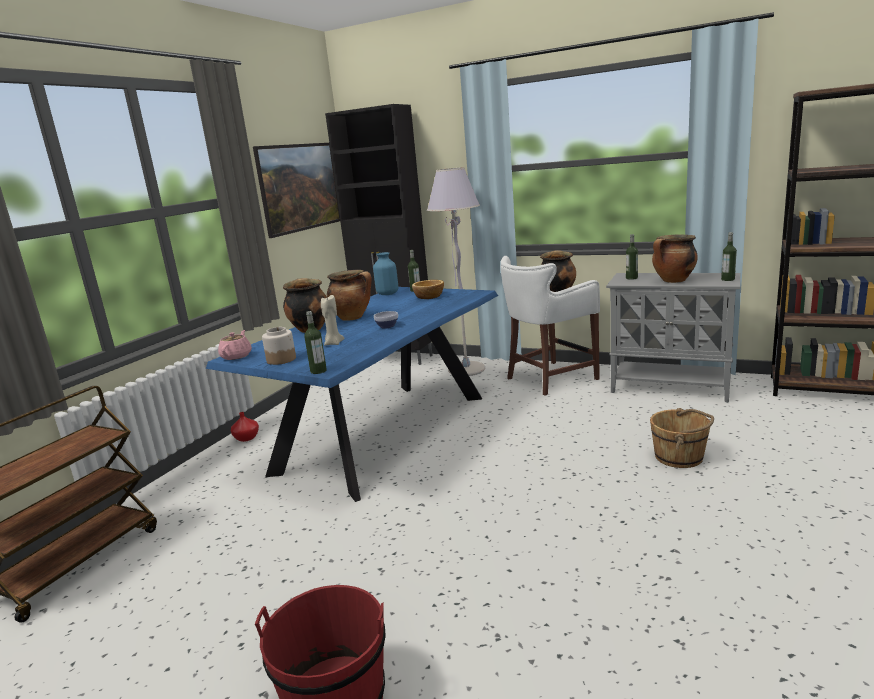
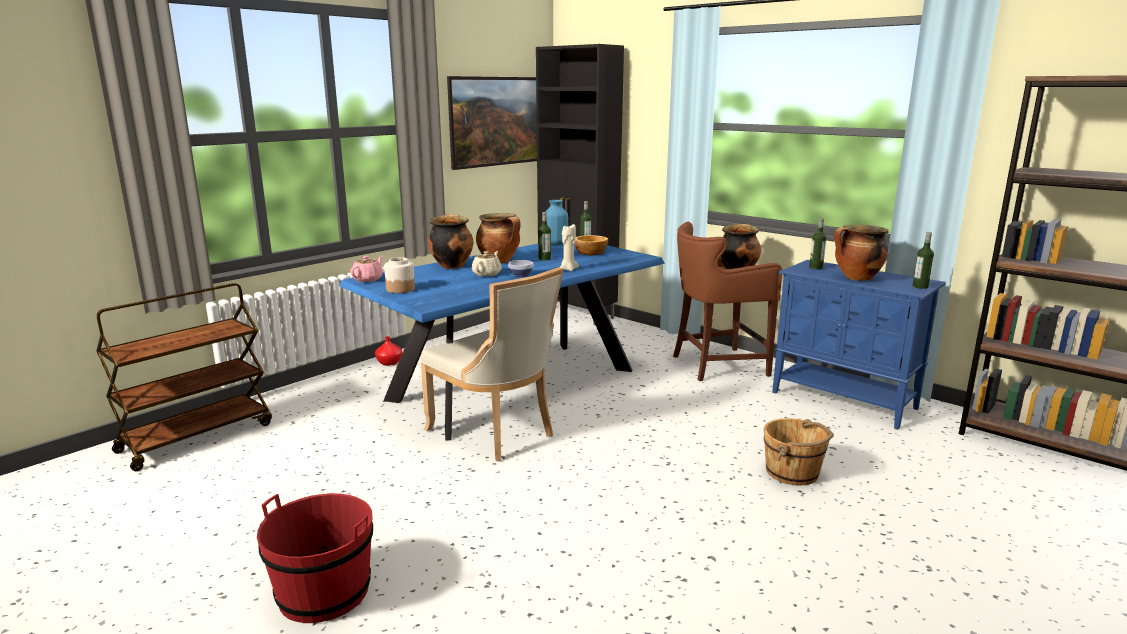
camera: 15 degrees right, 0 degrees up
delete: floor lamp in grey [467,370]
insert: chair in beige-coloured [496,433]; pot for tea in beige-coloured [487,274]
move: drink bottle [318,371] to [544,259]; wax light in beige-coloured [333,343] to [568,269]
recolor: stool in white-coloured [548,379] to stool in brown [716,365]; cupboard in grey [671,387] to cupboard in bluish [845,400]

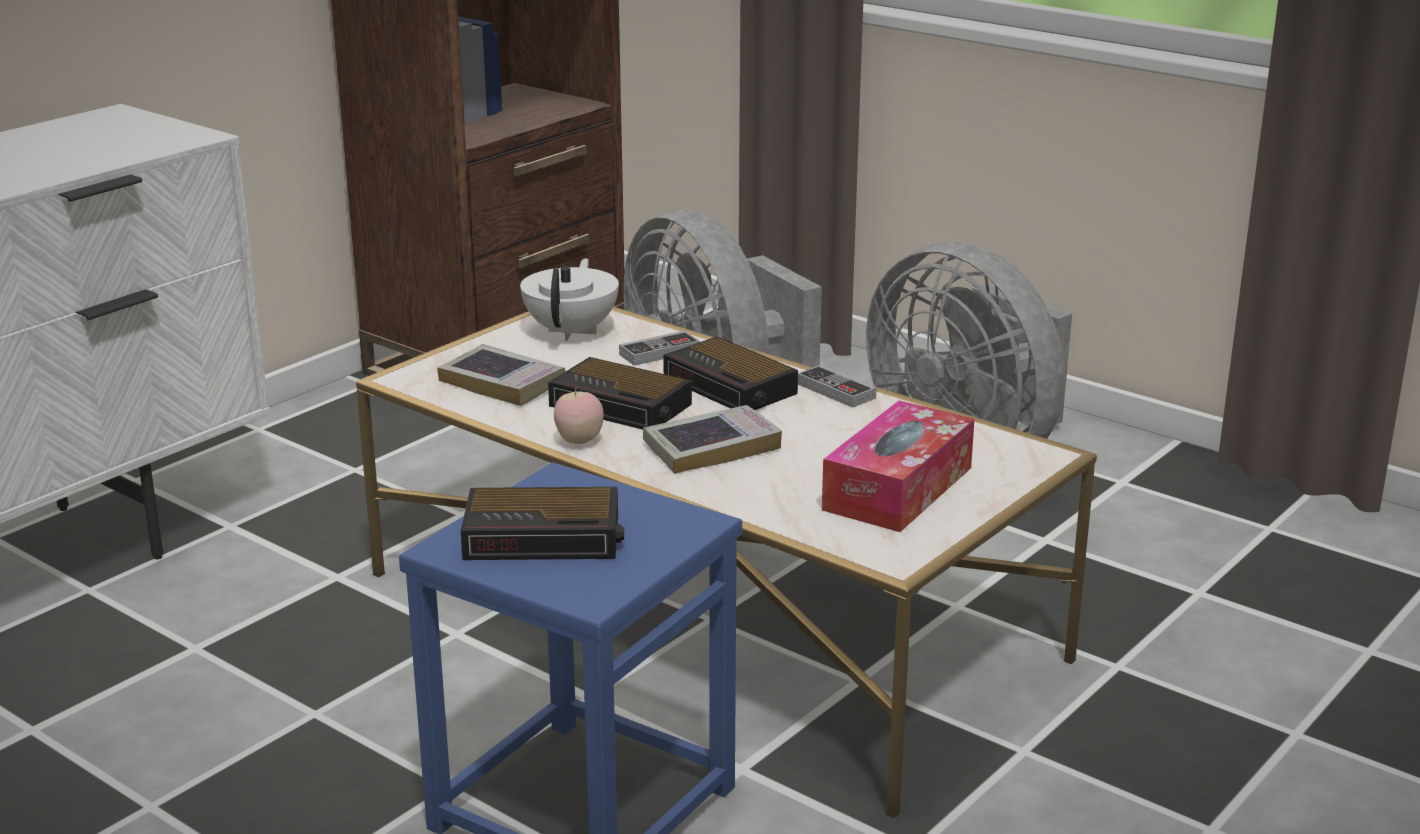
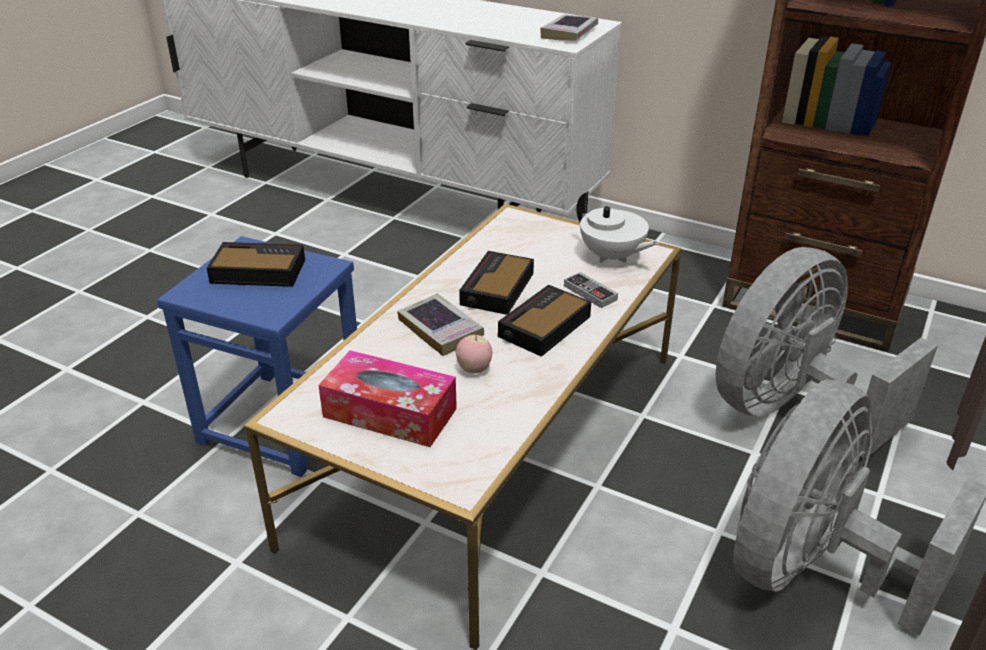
camera: 80 degrees right, 10 degrees up
delete: joypad [836,391]
move: bound book [502,383] to [569,33]; apple [579,441] to [474,369]
rotate: table clock [546,536] = [256,271] 105 degrees clockwise; pot for tea in white-coloured [572,331] = [612,257] 45 degrees clockwise

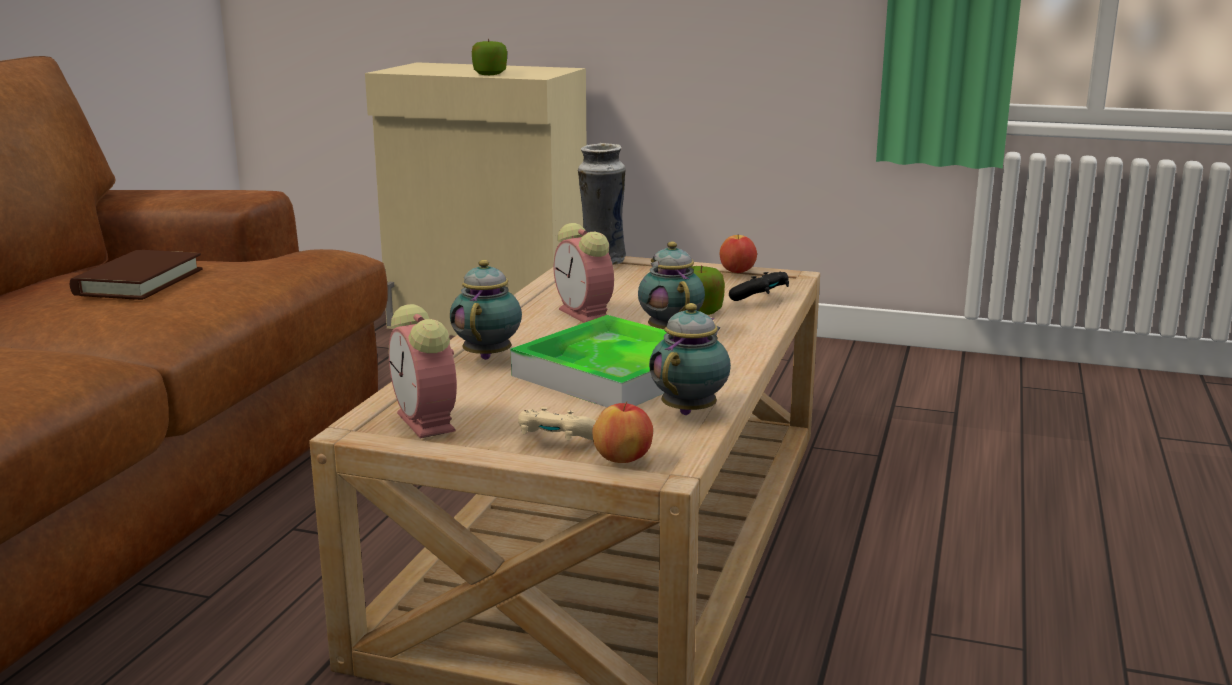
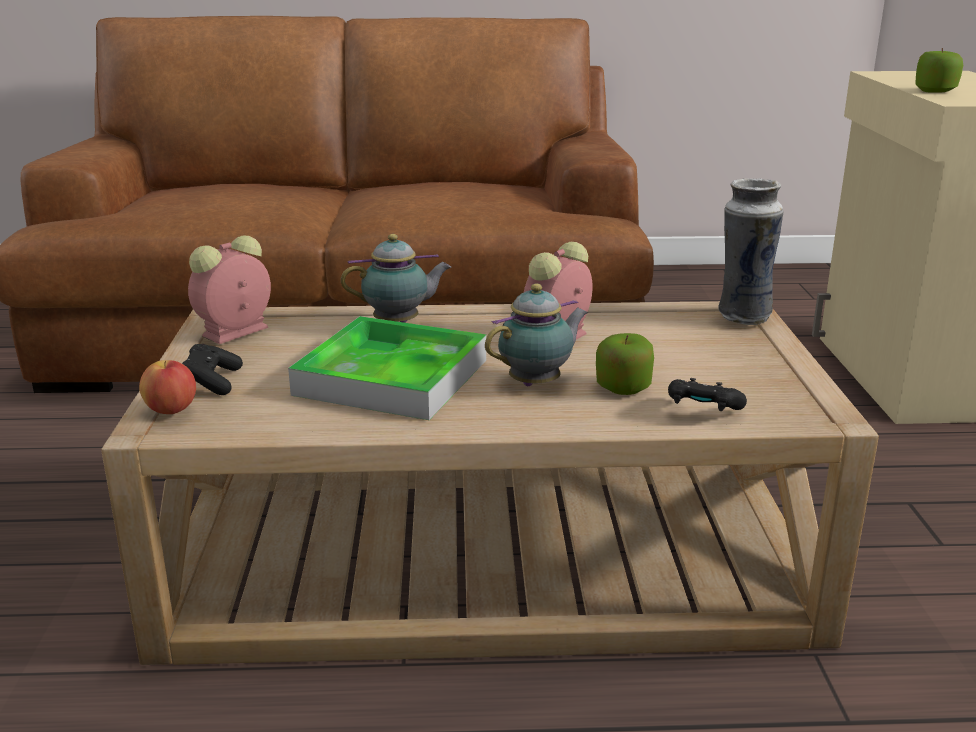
camera: 70 degrees right, 5 degrees up
delete: bound book in brown [139,282]; pot for tea [691,410]; apple [737,271]
recolor: joypad in beige-coloured [556,442] to joypad in blackish [212,382]

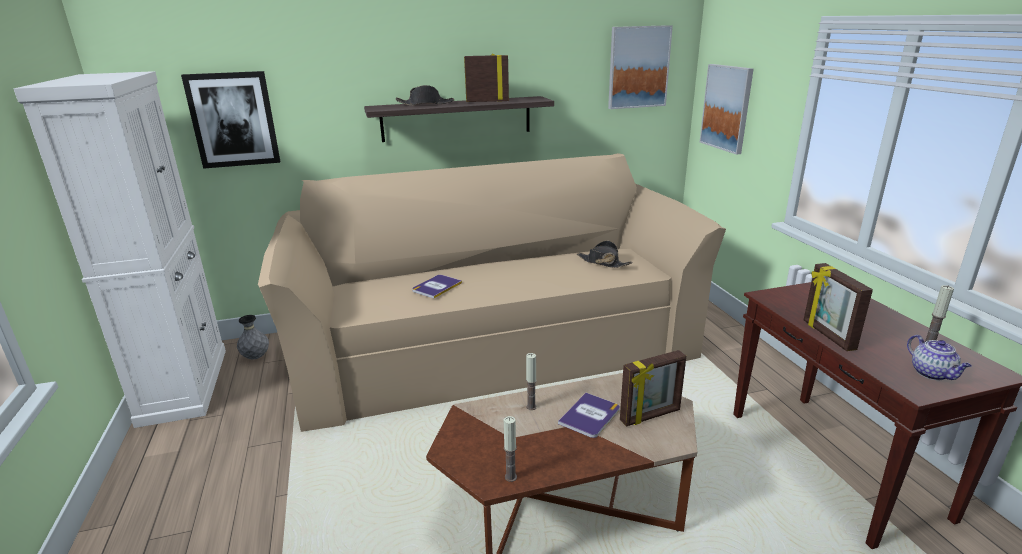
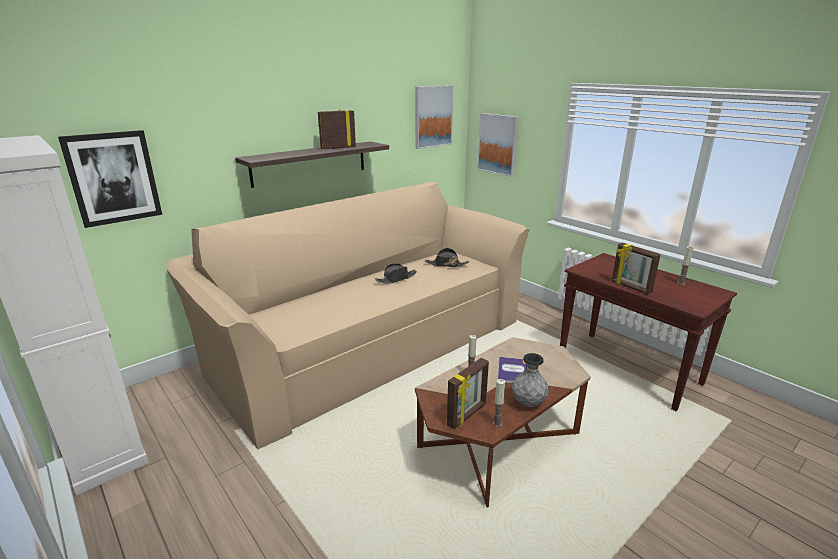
camera: 25 degrees left, 0 degrees up
delete: bound book [436,287]; pot for tea [932,374]
move: flower vase in grey [256,357] to [528,403]; wearable hat in blackish [425,104] to [396,278]; standing frame [650,416] to [467,415]

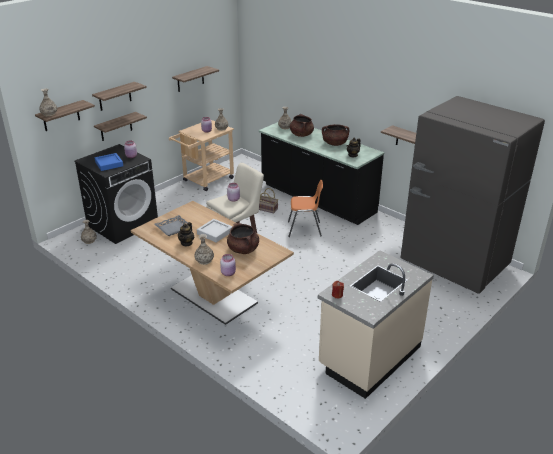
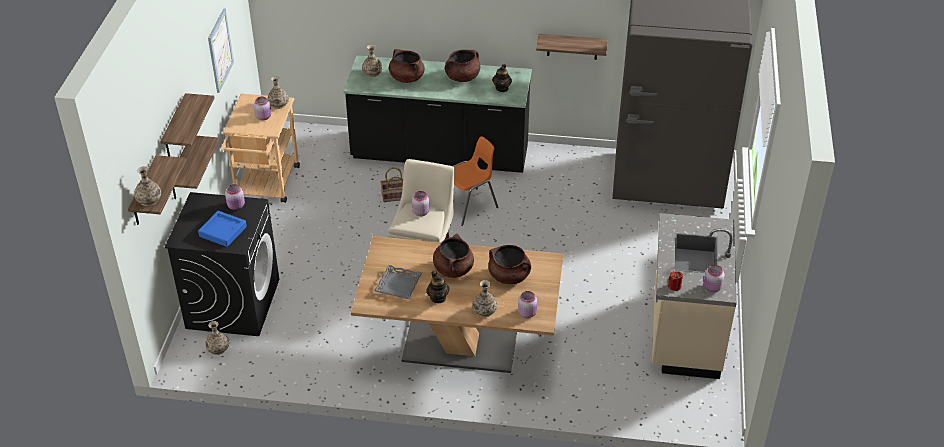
camera: 35 degrees left, 10 degrees up
insert: jar in pink-coloured [712,288]
replace: wall shelf [190,79] to wall art [220,50]; carrying tray in grey [215,233] to saucepot in brown [453,269]

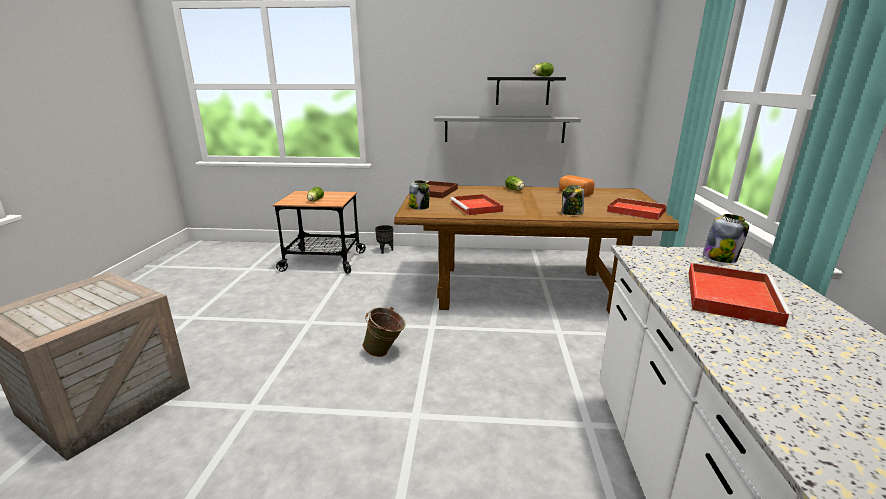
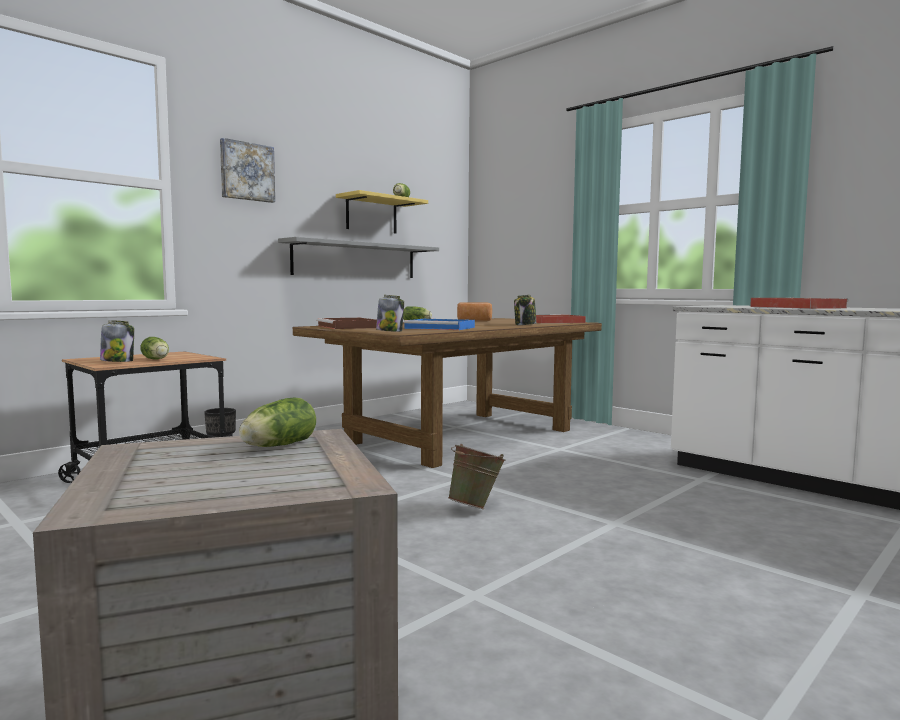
camera: 50 degrees left, 15 degrees down
insert: wall art [246,171]; lettuce [276,446]
move: jar [720,258] to [117,361]
recolor: carrying tray in reddish [477,207] to carrying tray in bluish [441,328]; wall shelf in blackish [522,90] to wall shelf in yellow-coloured [371,215]

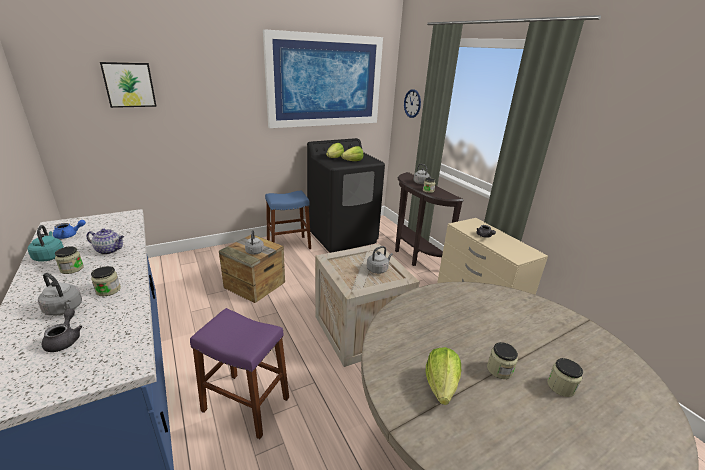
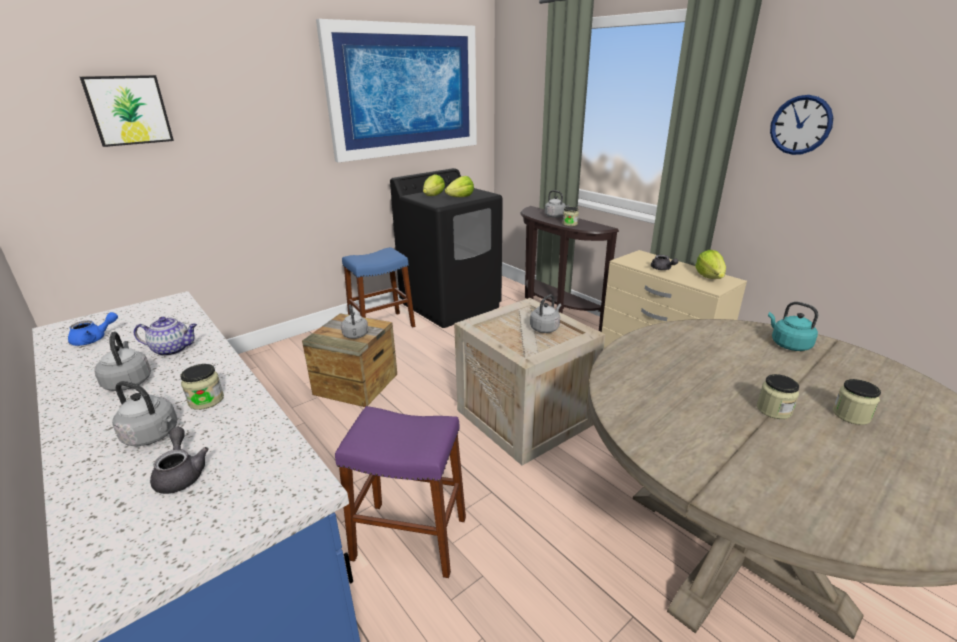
camera: 10 degrees left, 0 degrees up
move: tea kettle in turquoise [49,256] to [788,344]; wall clock [412,103] to [800,125]; lettuce [441,386] to [710,277]
replace: jar [72,269] to tea kettle in grey [128,381]

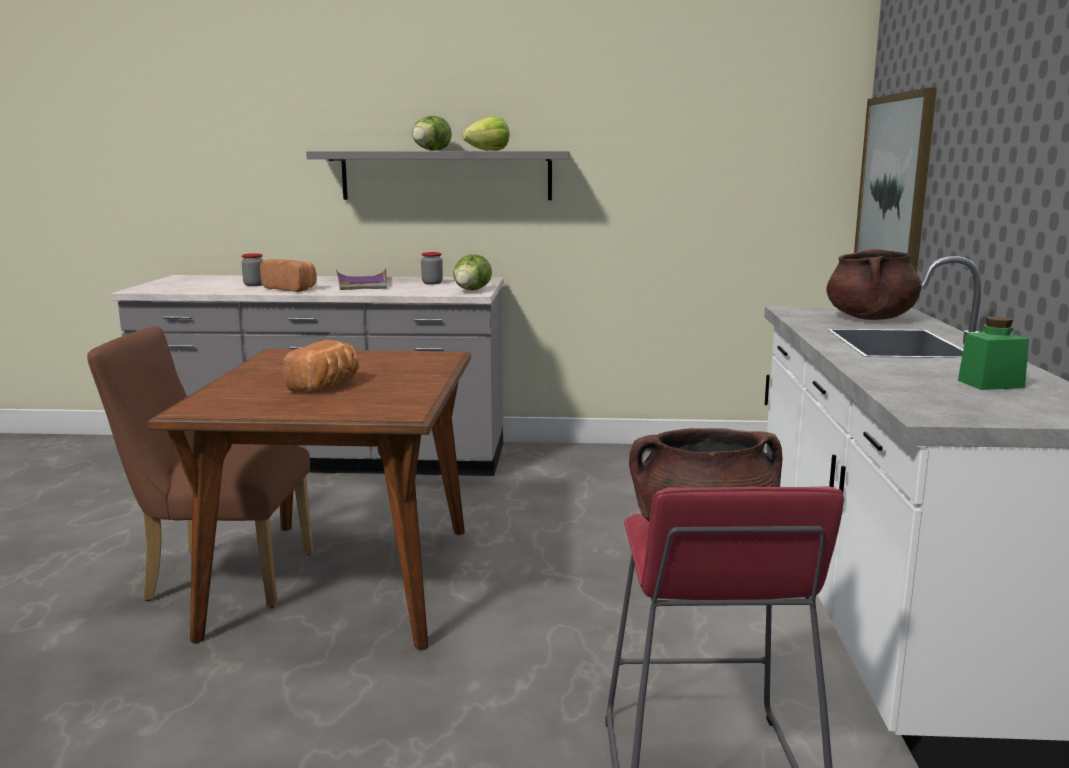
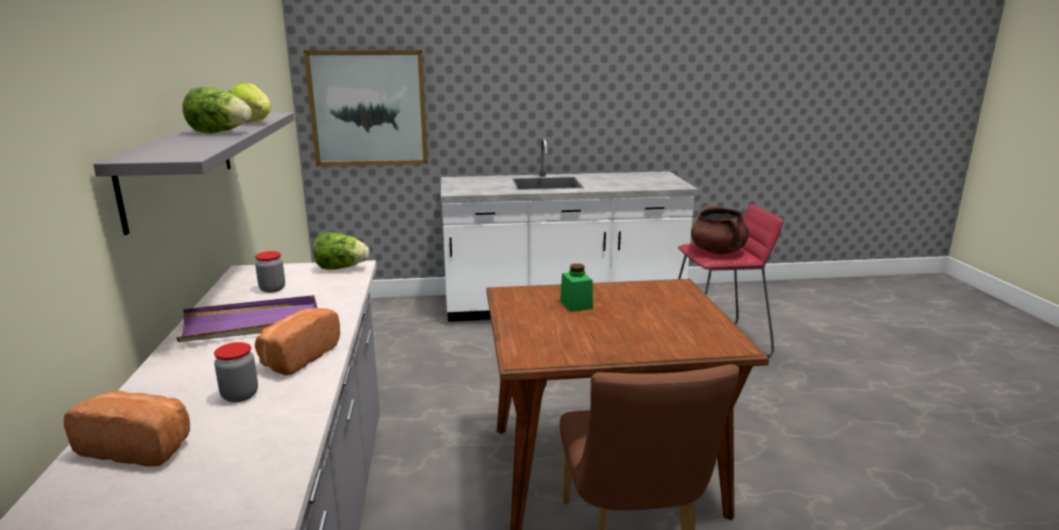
camera: 100 degrees left, 5 degrees up
delete: saucepot in brown [870,318]
move: bread [326,386] to [140,446]; jar in green [990,384] to [576,304]

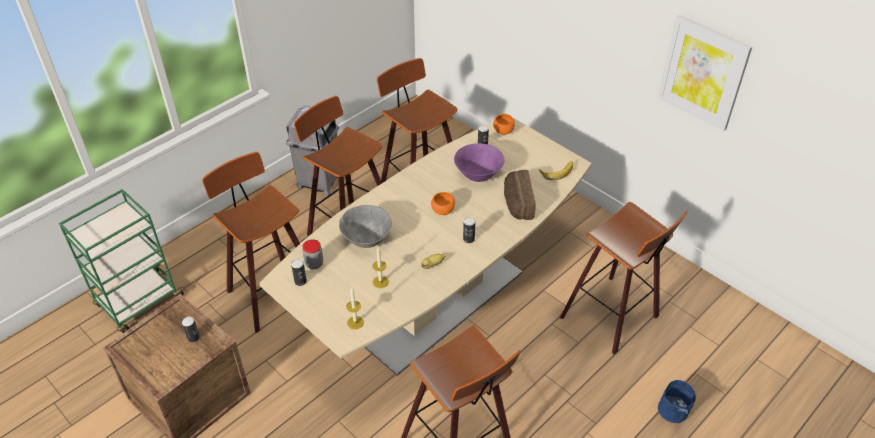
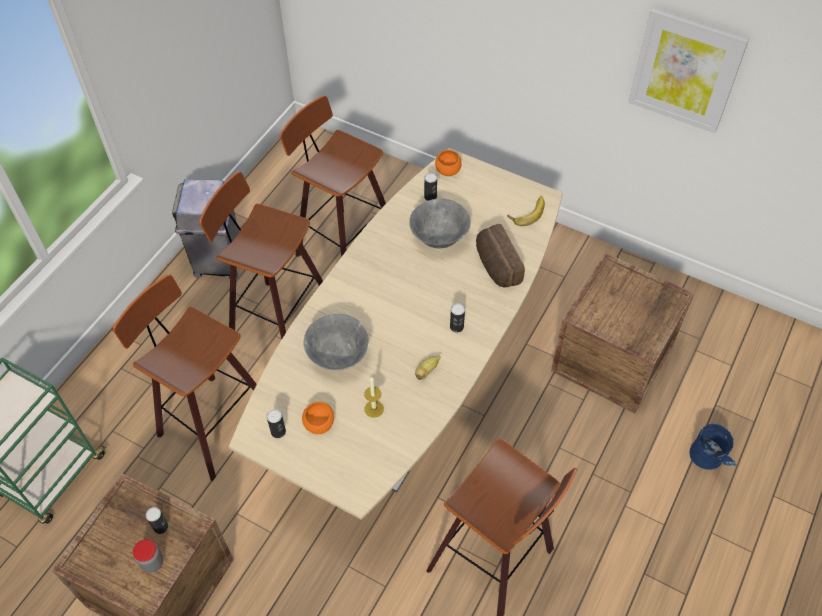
camera: 15 degrees left, 10 degrees up
delete: wax light [355,322]
move: jar [314,264] to [152,562]; deep dish in orange [442,210] to [319,424]
replace: stool [613,316] to crate [612,358]
recolor: deep dish in purple [478,176] to deep dish in grey [439,239]

